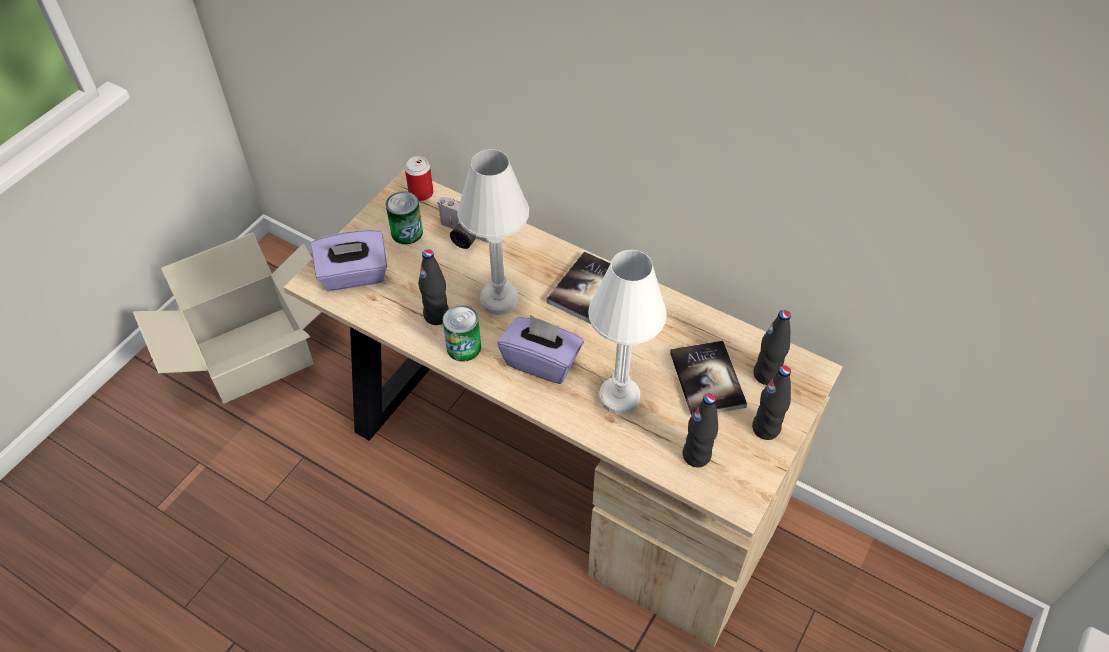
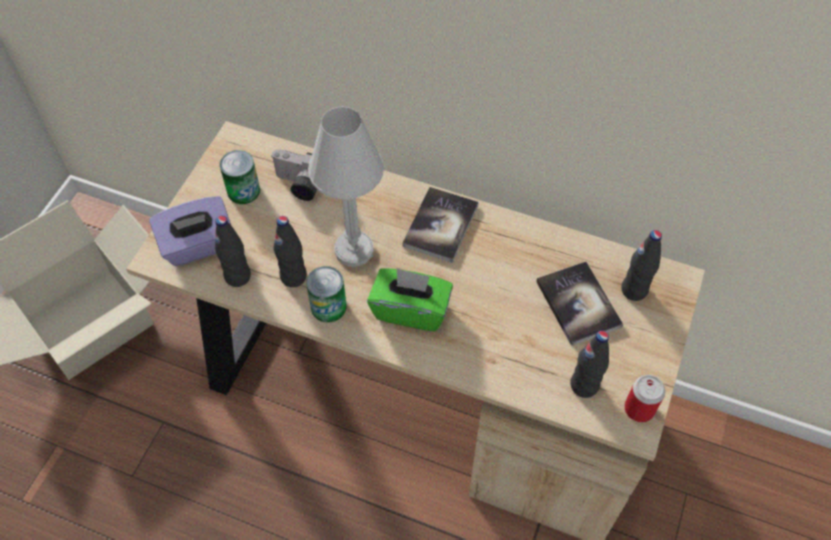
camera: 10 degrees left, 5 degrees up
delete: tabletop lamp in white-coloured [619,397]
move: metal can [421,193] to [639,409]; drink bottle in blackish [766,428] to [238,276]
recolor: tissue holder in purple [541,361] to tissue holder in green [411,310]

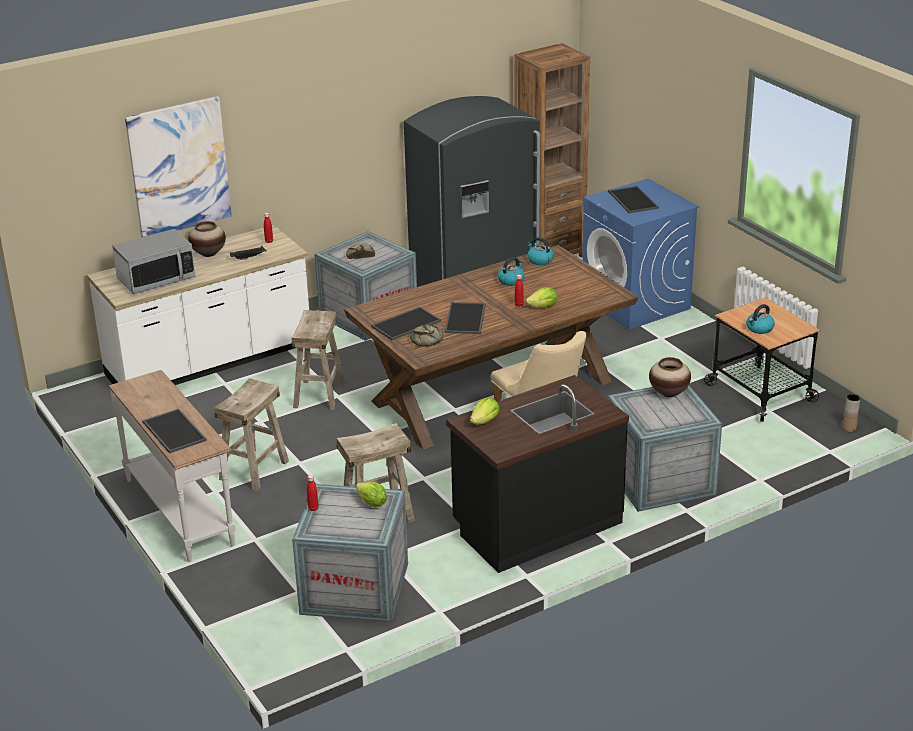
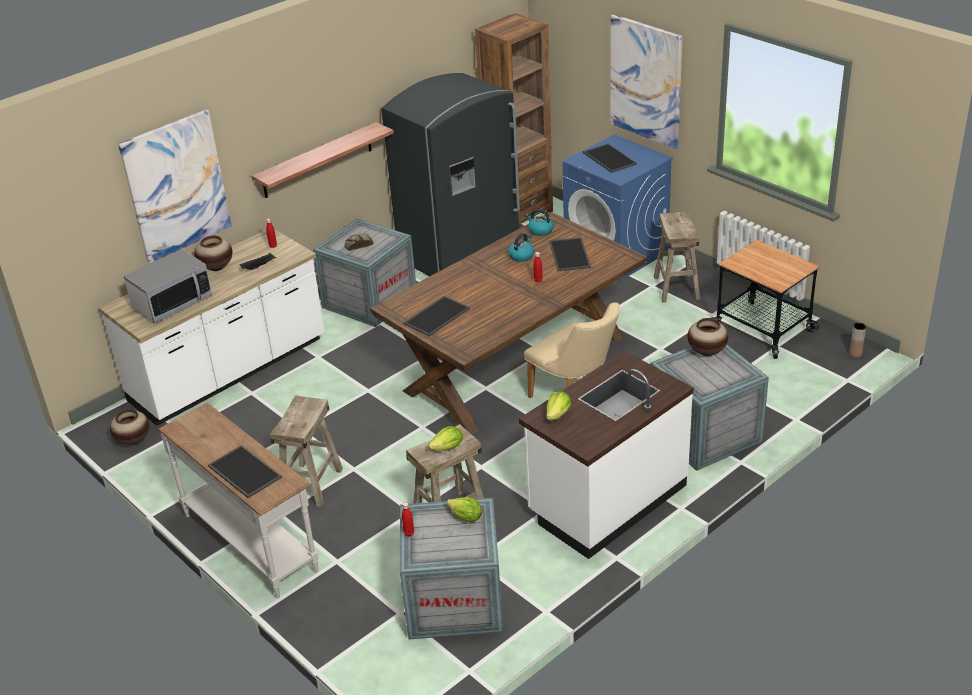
camera: 10 degrees left, 5 degrees up
delete: bread [427,340]; tea kettle [759,329]
insert: flower vase [133,440]; wall shelf [317,160]; wall art [646,81]
move: stool in beige-coloured [319,394] to [676,287]; carrying tray [466,319] to [570,255]; lettuce [543,307] to [448,448]
recolor: kitchen base unit in blackish [536,524] to kitchen base unit in white-coloured [606,500]

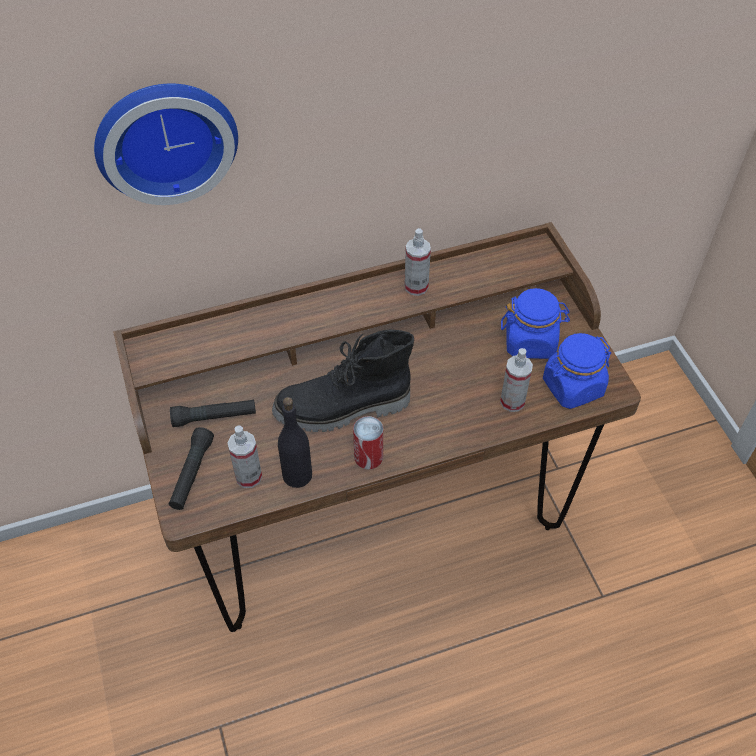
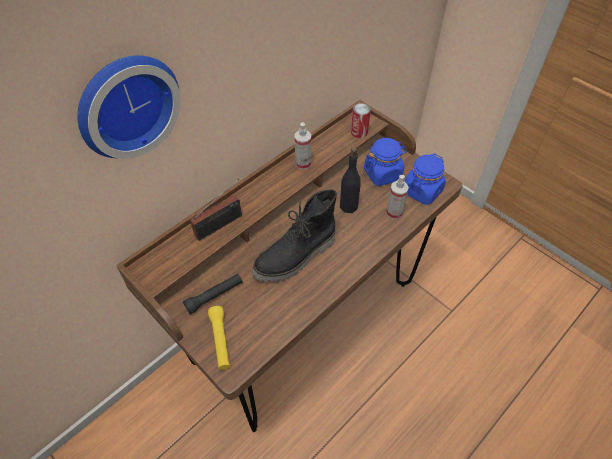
camera: 25 degrees left, 0 degrees up
delete: spray bottle [248,476]
insert: radio [221,224]
move: drink bottle in blackish [297,475] to [348,206]; metal can [368,457] to [359,132]
recolor: flashlight in blackish [192,474] to flashlight in yellow-coloured [220,340]

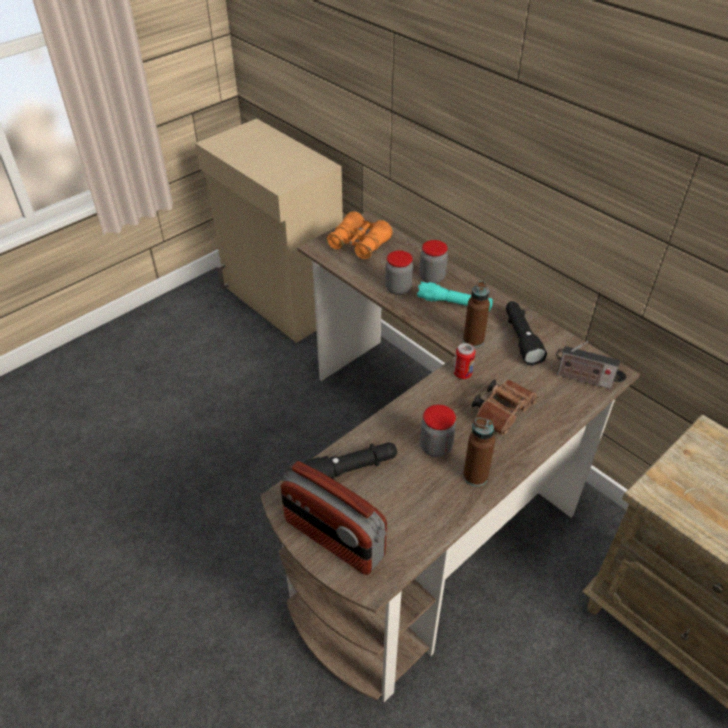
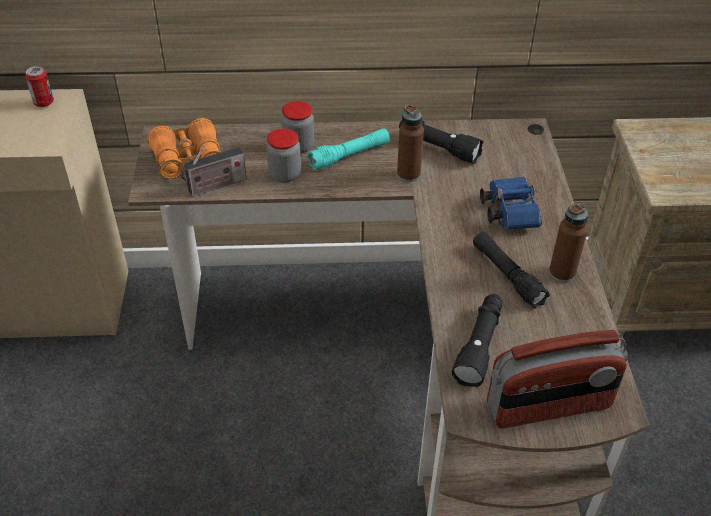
camera: 50 degrees left, 0 degrees up
move: metal can [462,374] to [44,103]; radio [581,378] to [215,186]
replace: jar [436,447] to flashlight in blackish [507,275]
recolor: pair of binoculars in brown [503,411] to pair of binoculars in bluish [508,211]

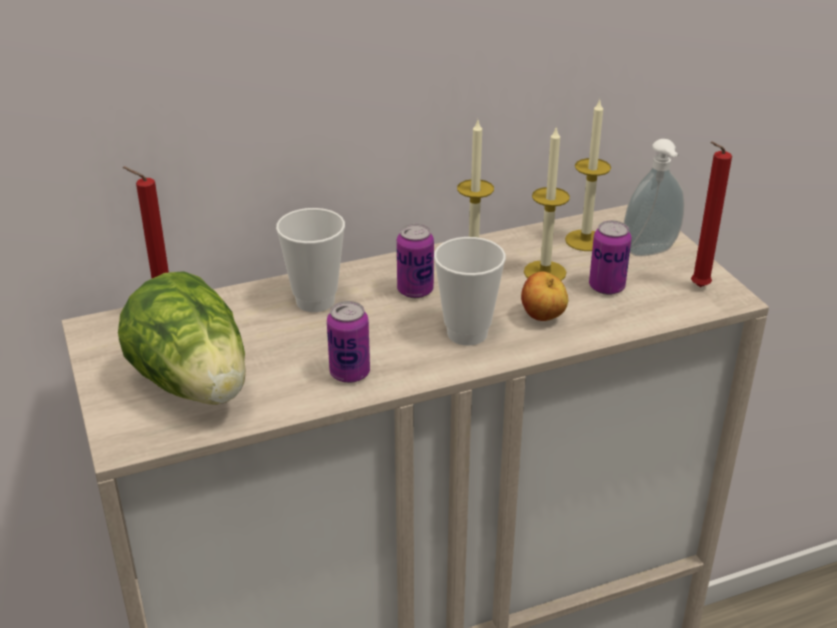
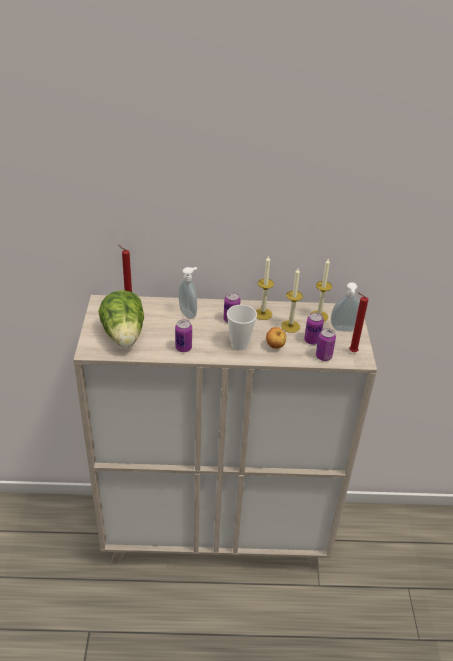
camera: 20 degrees right, 5 degrees up
insert: metal can [323,356]
replace: small cup [315,301] to liquid soap bottle [188,313]

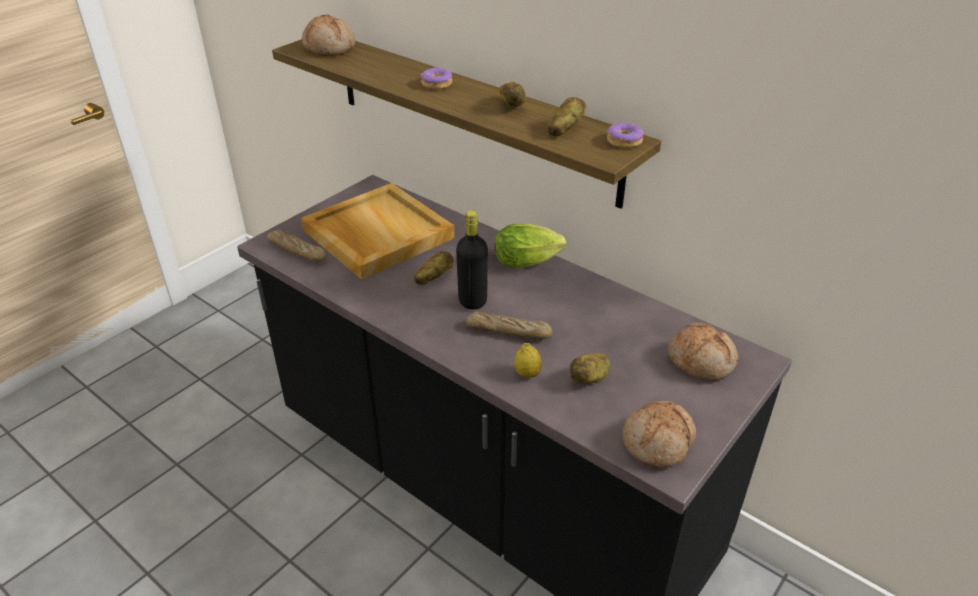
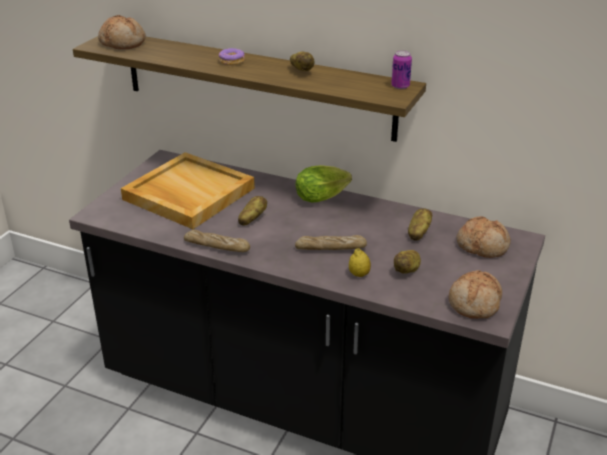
camera: 15 degrees left, 5 degrees down
delete: drink bottle in blackish [472,301]
move: bread [297,252] to [217,247]; whole potato [564,130] to [418,233]
replace: ring doughnut [624,141] to metal can [400,86]

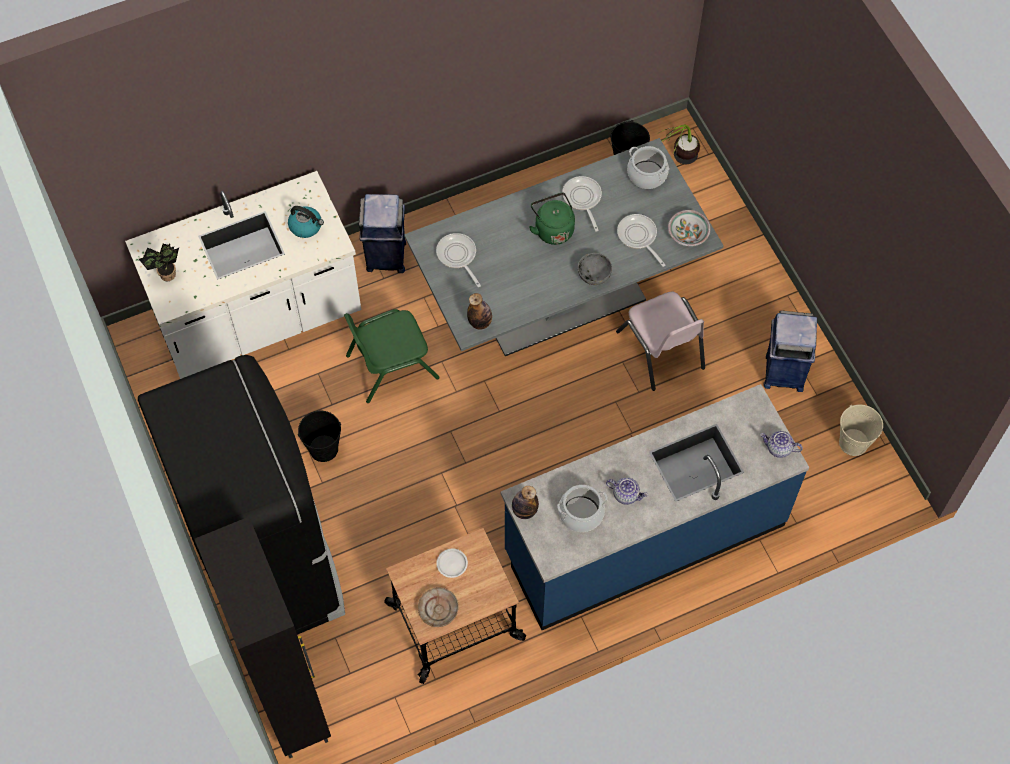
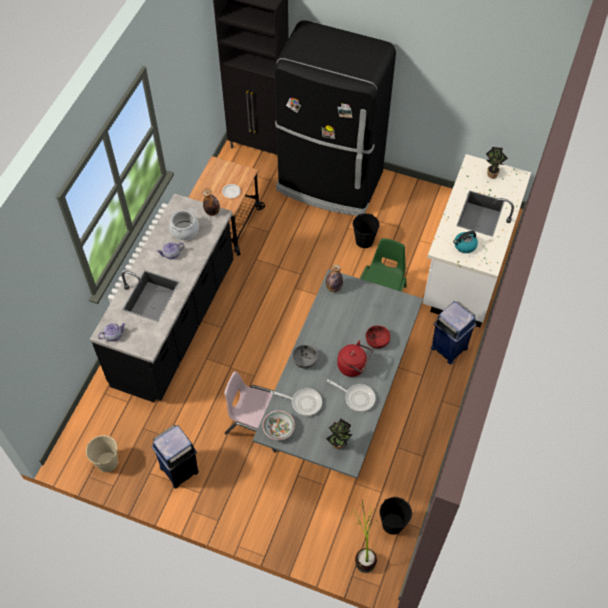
camera: 135 degrees right, 5 degrees down
delete: dinner plate in beige-coloured [438,609]; skillet [458,256]
insert: deep dish in reddish [377,340]
replace: saucepot [647,174] to houseplant [338,445]
recolor: kitchen base unit in bluish [644,538] to kitchen base unit in blackish [176,324]; tea kettle in green [552,229] to tea kettle in reddish [353,366]

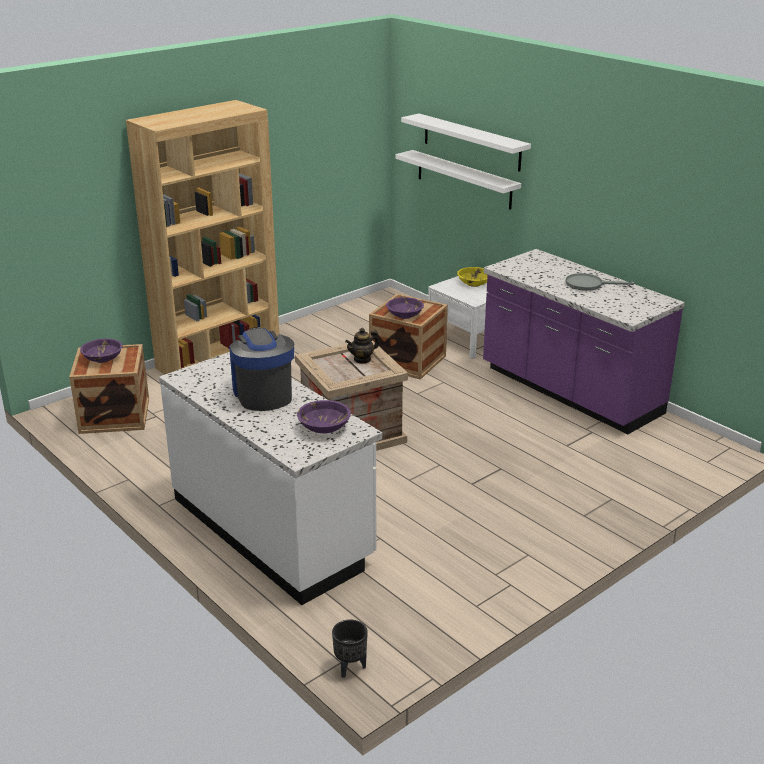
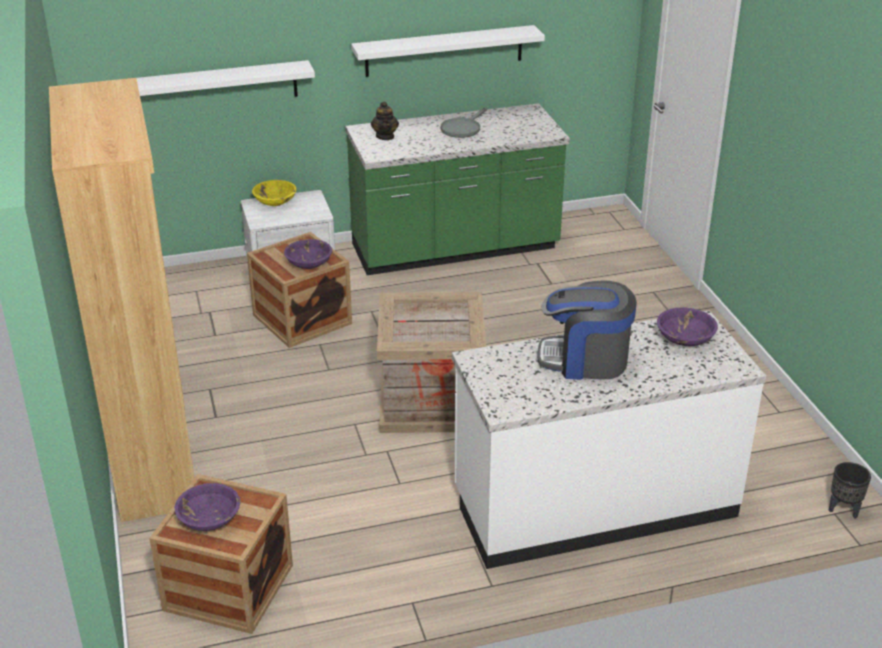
camera: 65 degrees left, 5 degrees up
move: pot for tea [362,359] to [385,136]; wall shelf in white-coloured [471,142] to [444,51]
recolor: kitchen base unit in purple [569,392] to kitchen base unit in green [455,249]

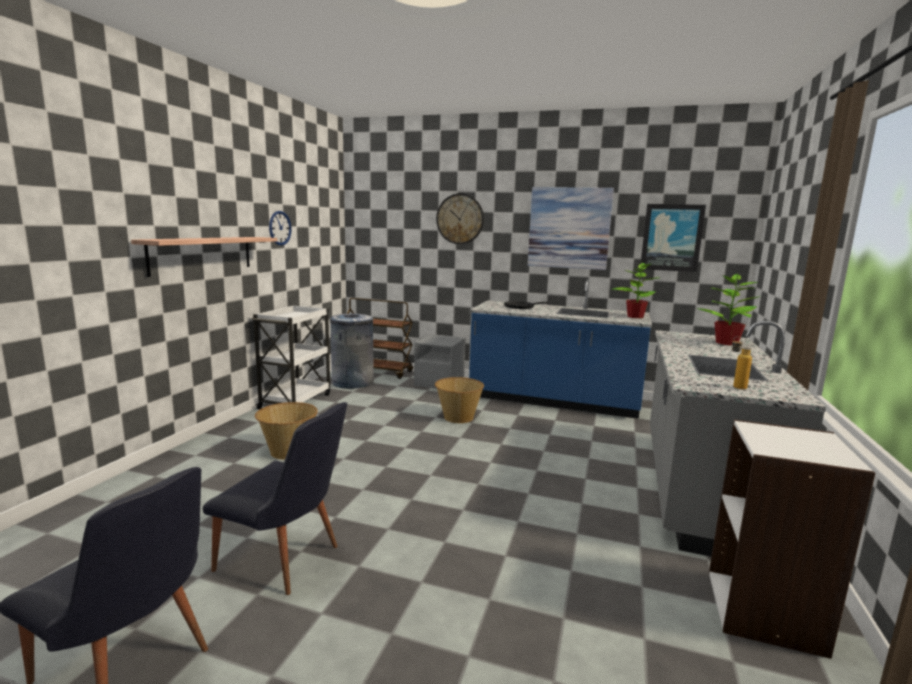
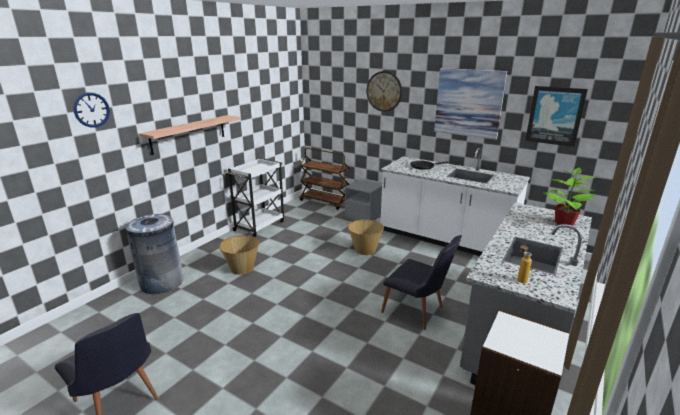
camera: 15 degrees right, 10 degrees up
delete: houseplant [635,316]
move: chair in blackish [286,561] to [418,312]; wall clock [280,228] to [91,110]; waste bin in grey [352,382] to [161,282]
recolor: kitchen base unit in bluish [553,400] to kitchen base unit in white-coloured [445,239]

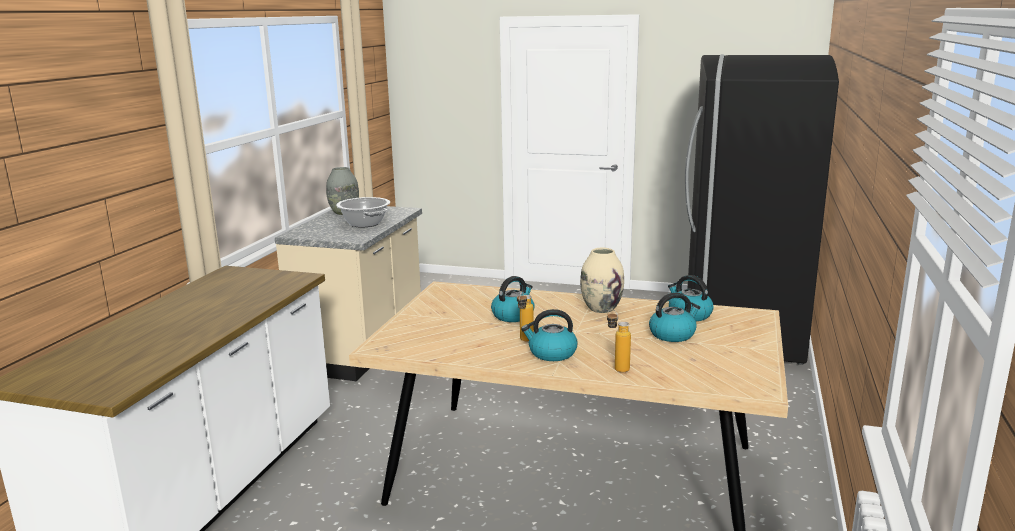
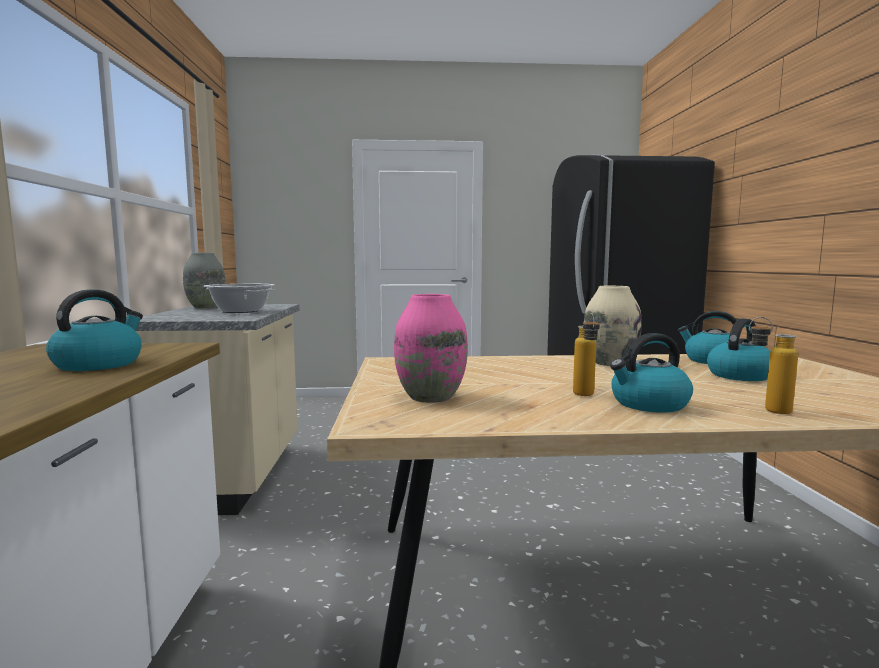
camera: 20 degrees left, 10 degrees down
insert: flower vase in pink-coloured [430,397]
move: tea kettle [513,315] to [99,364]

